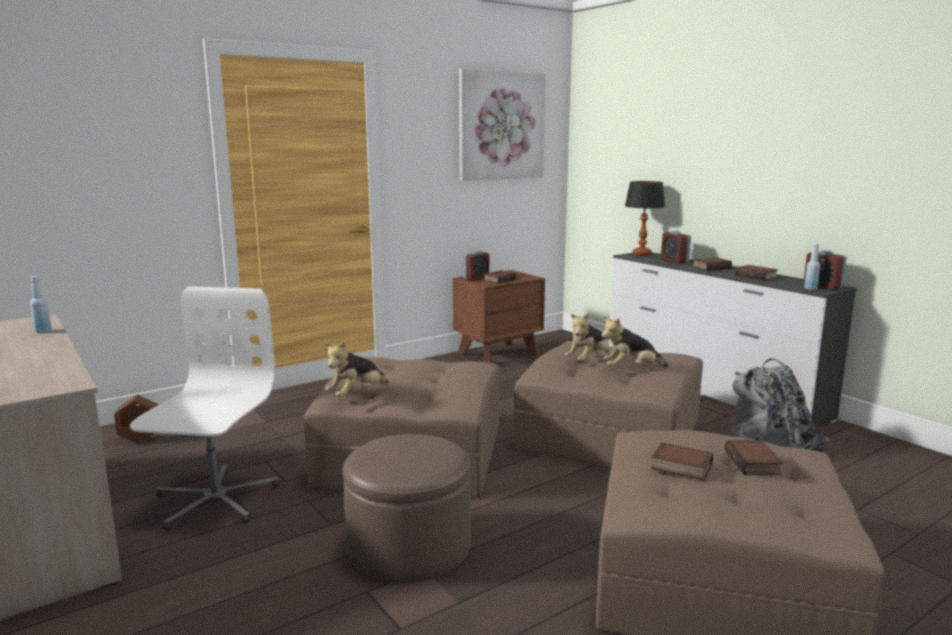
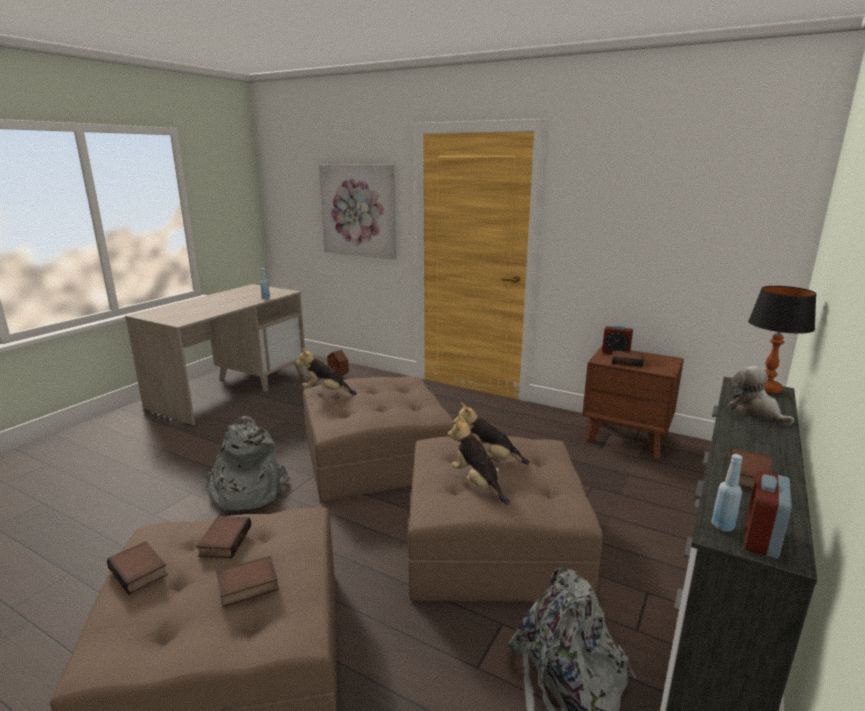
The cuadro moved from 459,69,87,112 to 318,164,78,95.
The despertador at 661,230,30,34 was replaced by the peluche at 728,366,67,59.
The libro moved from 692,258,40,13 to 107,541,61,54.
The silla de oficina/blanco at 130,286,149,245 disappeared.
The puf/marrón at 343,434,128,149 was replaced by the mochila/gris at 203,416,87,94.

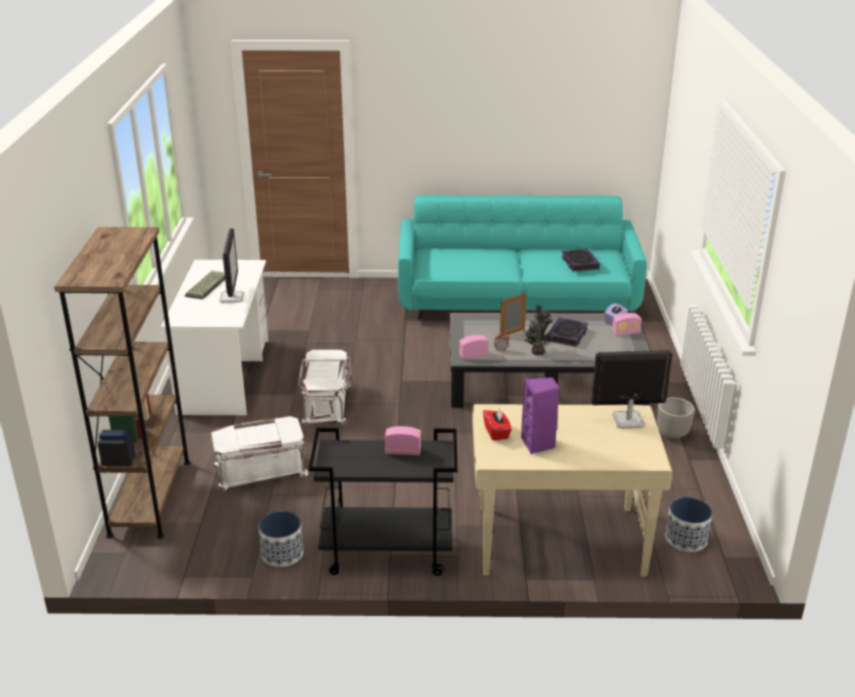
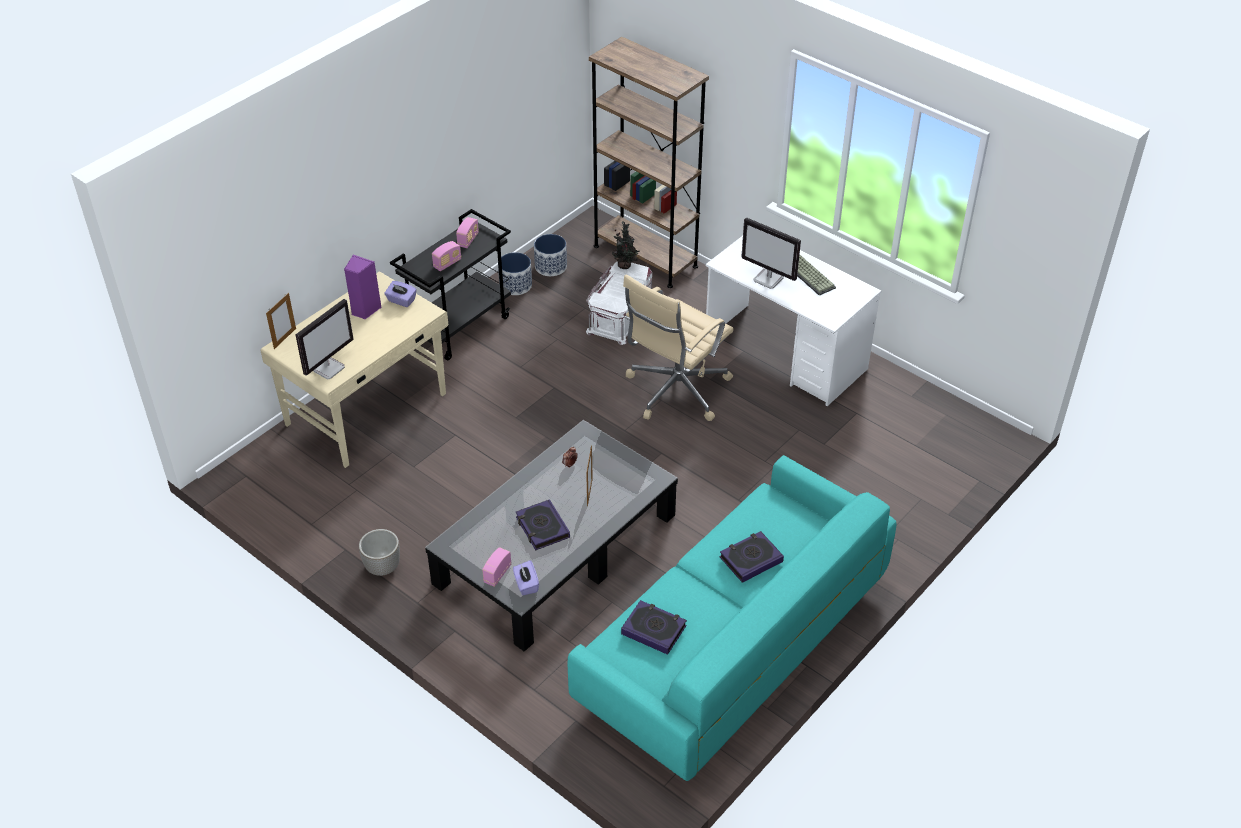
The planta en maceta moved from 524,304,29,51 to 612,221,27,48.
The radio moved from 459,335,30,25 to 456,217,23,31.
The caja de almacenaje/blanco at 298,350,54,76 was replaced by the silla de oficina/beis at 623,274,111,147.
The caja de pañuelos/rojo at 483,407,29,34 became the caja de pañuelos/morado at 385,281,32,26.
The maceta moved from 666,497,46,55 to 534,234,33,42.
The portarretratos at 266,293,30,56 appeared.
The libro at 719,531,65,52 appeared.

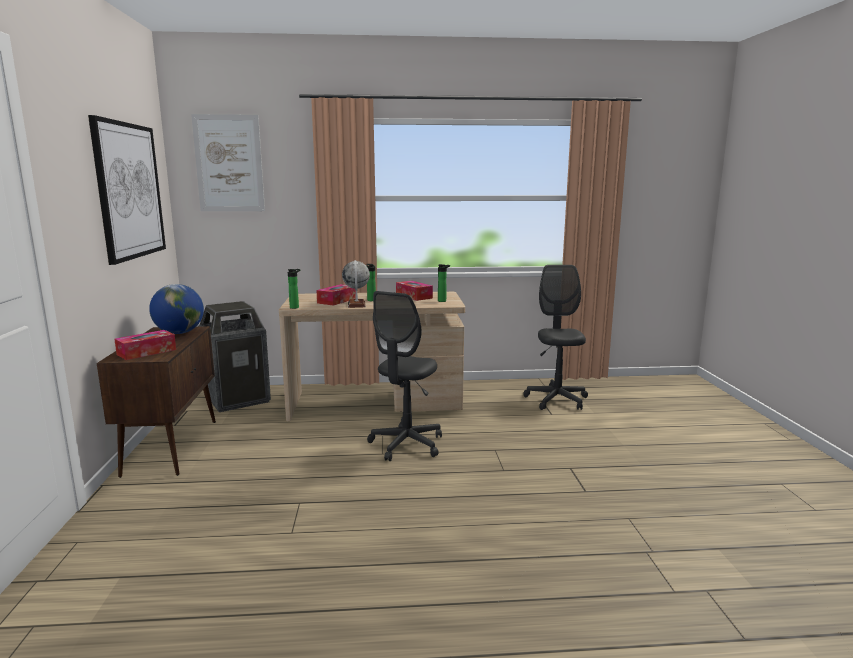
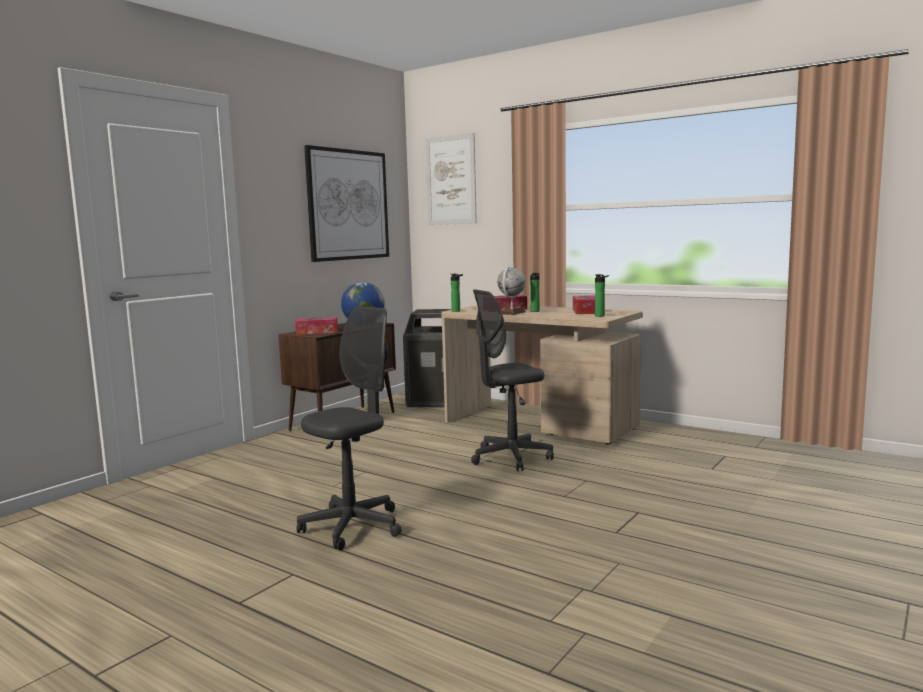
The silla de oficina/gris moved from 523,265,65,145 to 297,306,104,244.

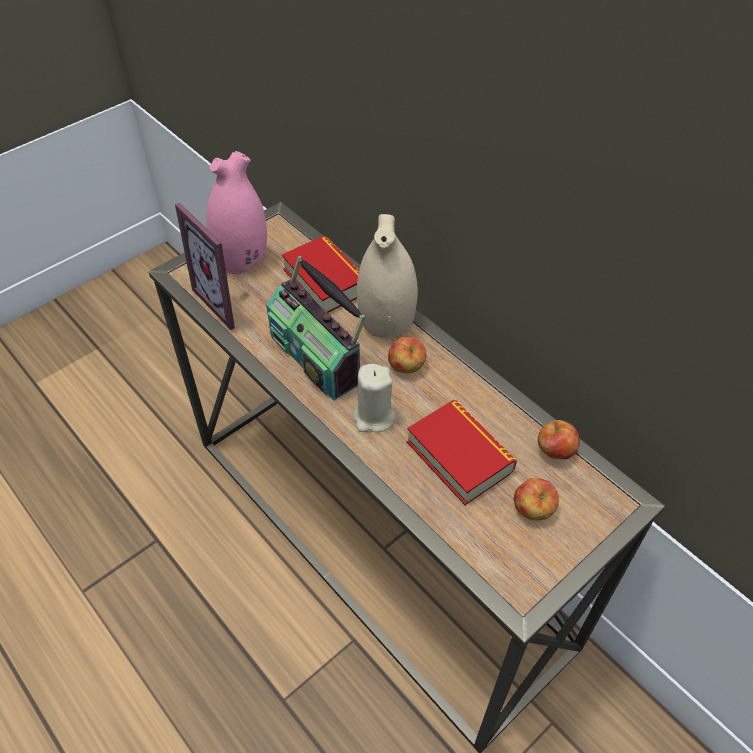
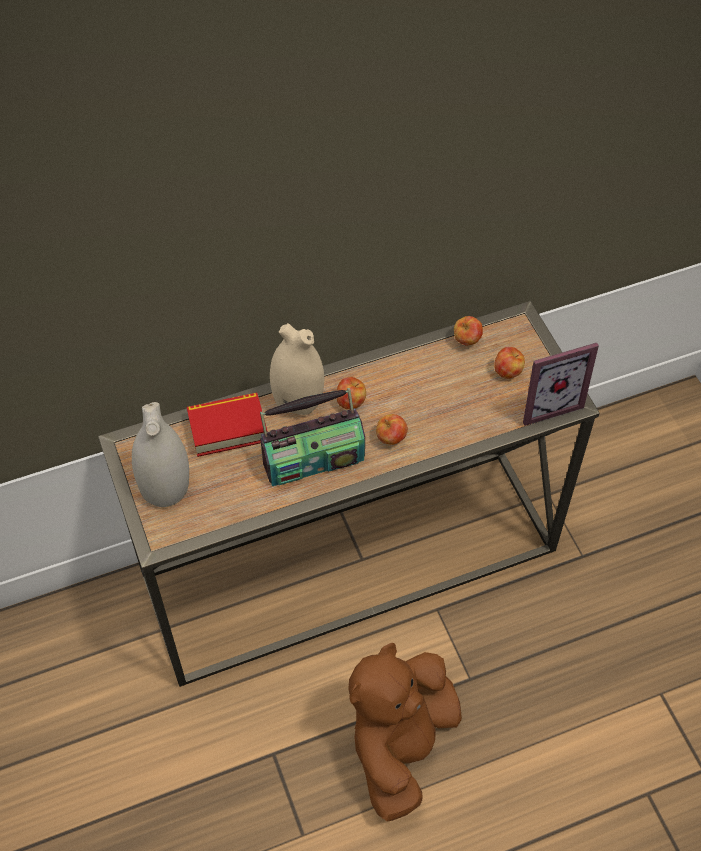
The florero/rosa at 206,151,61,124 became the florero/blanco at 132,402,57,105.
The portarretratos moved from 175,203,72,127 to 523,343,76,83.
The vela/beis at 352,364,45,68 was replaced by the manzana at 376,414,32,31.
The libro at 407,400,110,105 disappeared.
The peluche/marrón at 348,643,114,178 appeared.

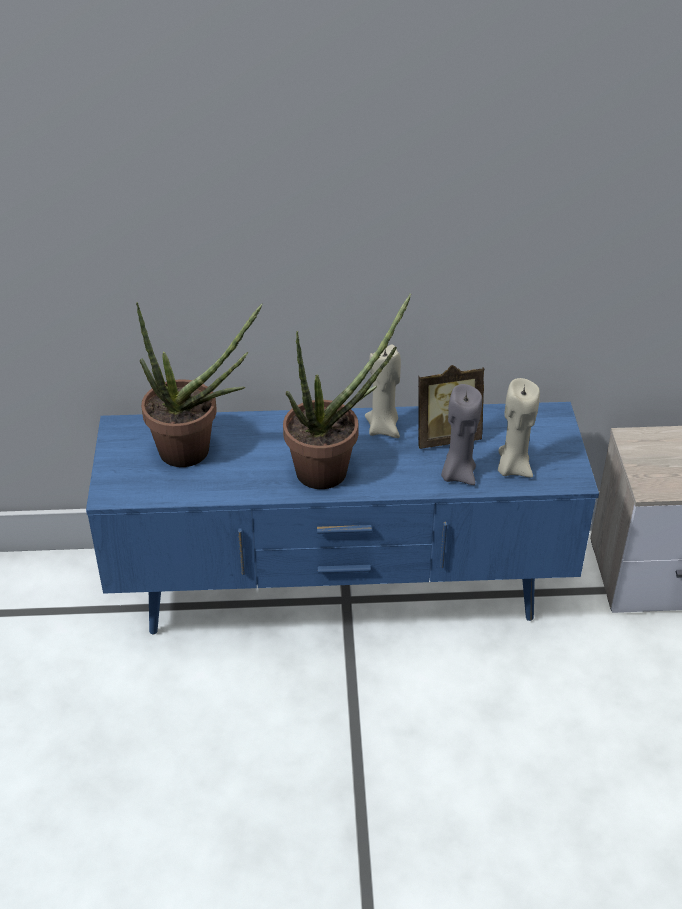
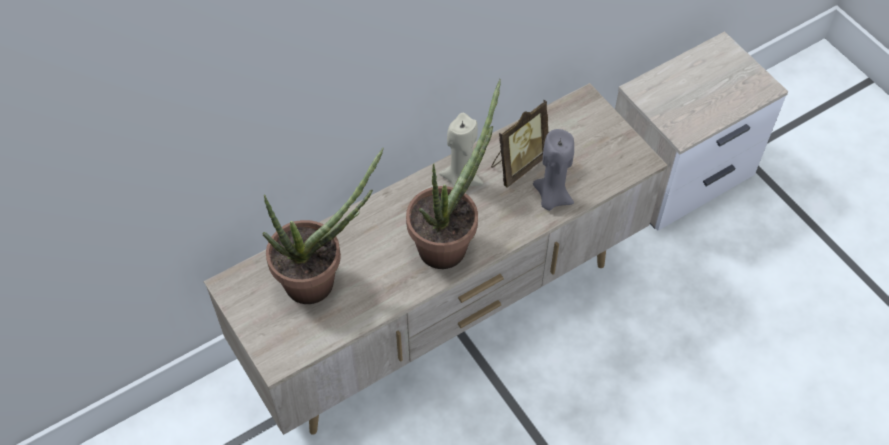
The vela/beis at 498,378,42,100 disappeared.
The mueble de televisión/azul at 86,402,513,232 became the mueble de televisión/beis at 203,83,464,352.

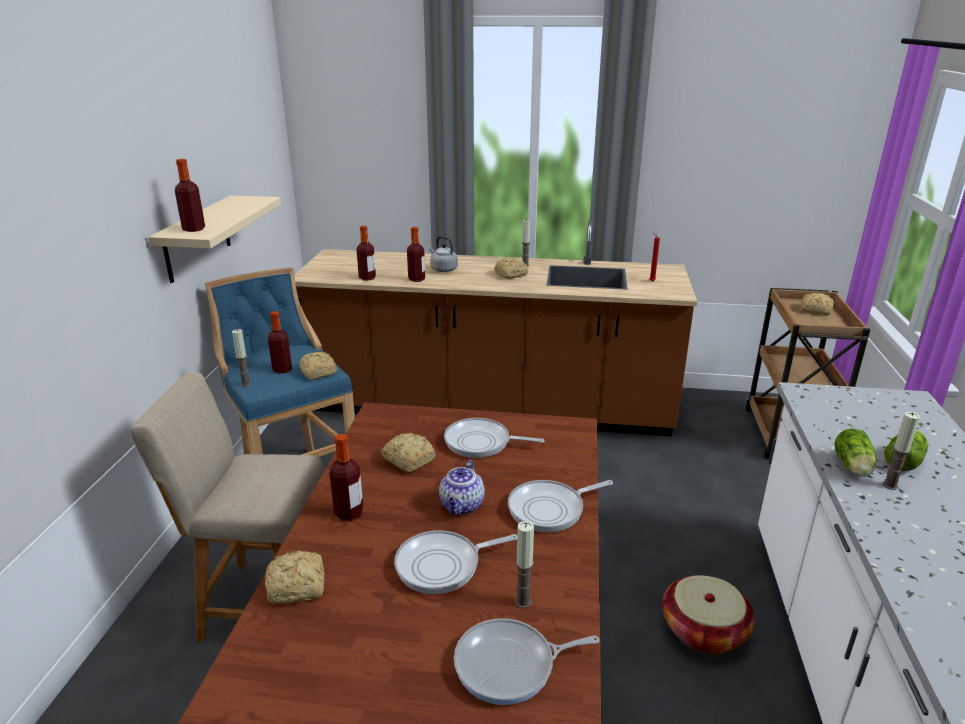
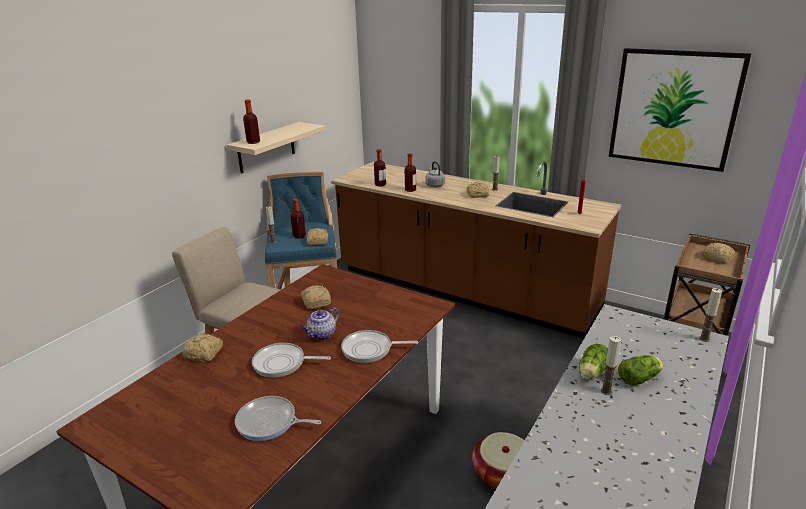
The sartén at 444,418,100,40 disappeared.
The botella at 330,434,33,87 disappeared.
The vela moved from 515,521,19,88 to 699,288,23,54.
The cuadro at 609,48,143,124 appeared.

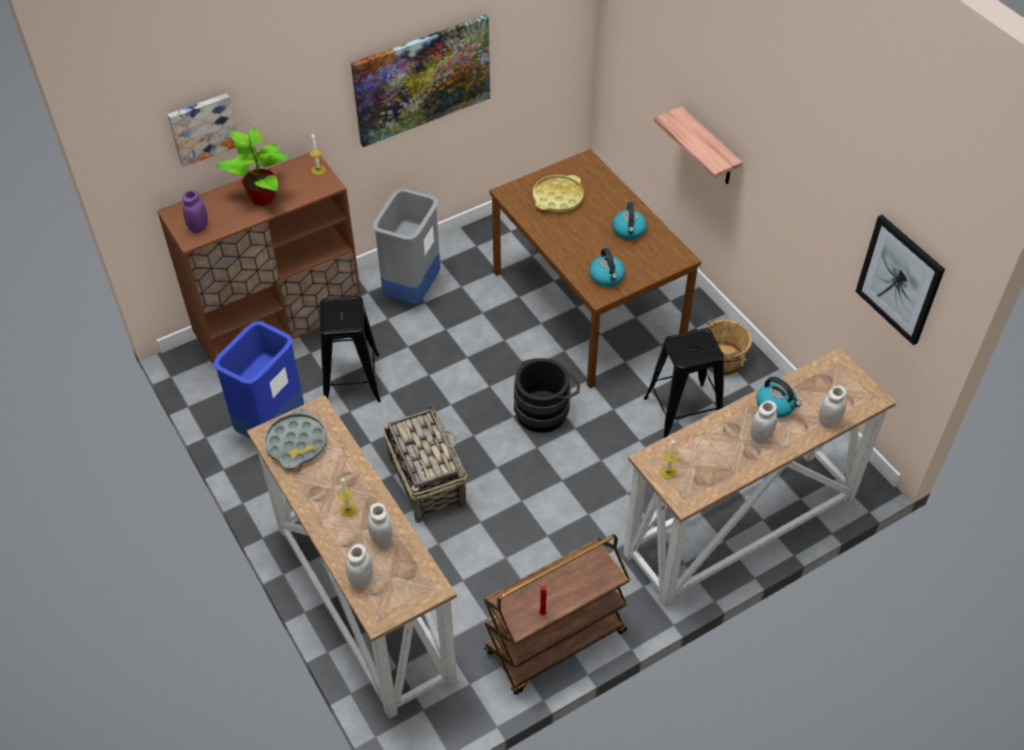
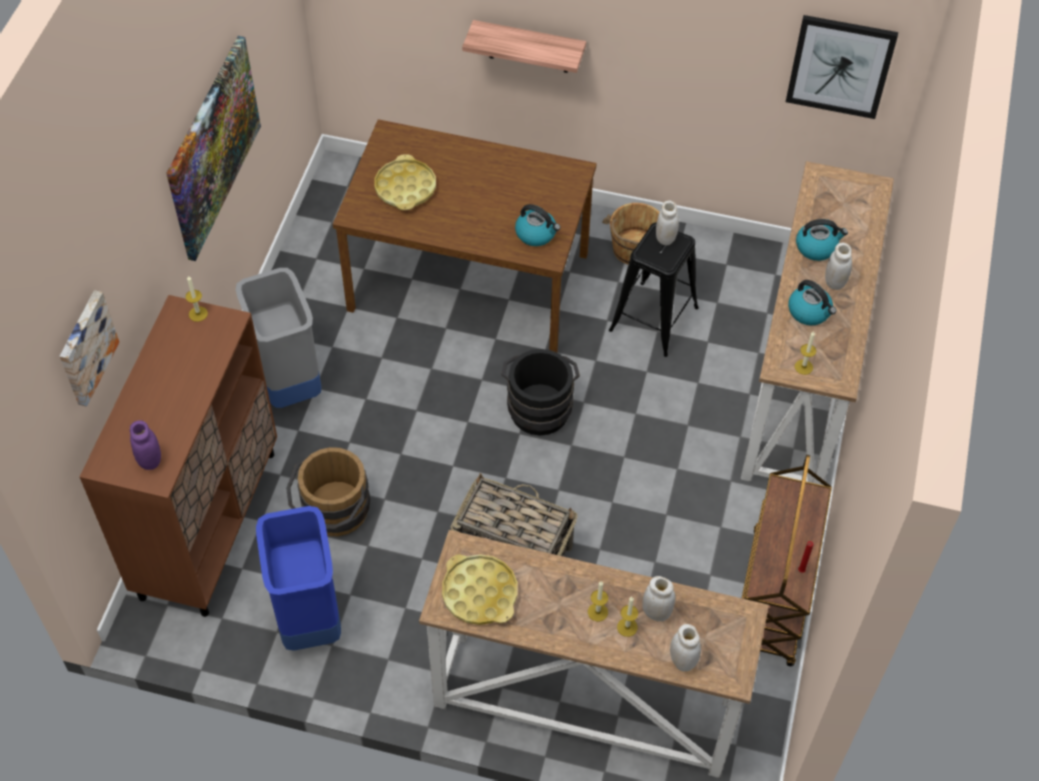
The planta en maceta at 215,127,75,79 disappeared.
The hervidor moved from 612,202,35,38 to 788,280,48,45.
The taburete/negro at 320,296,61,106 was replaced by the cubo/marrón at 286,447,84,89.
The tarro/blanco moved from 819,386,28,42 to 656,201,23,44.
The bandeja/gris at 264,408,63,61 became the bandeja/amarillo at 442,554,75,71.
The vela at 617,597,21,40 appeared.

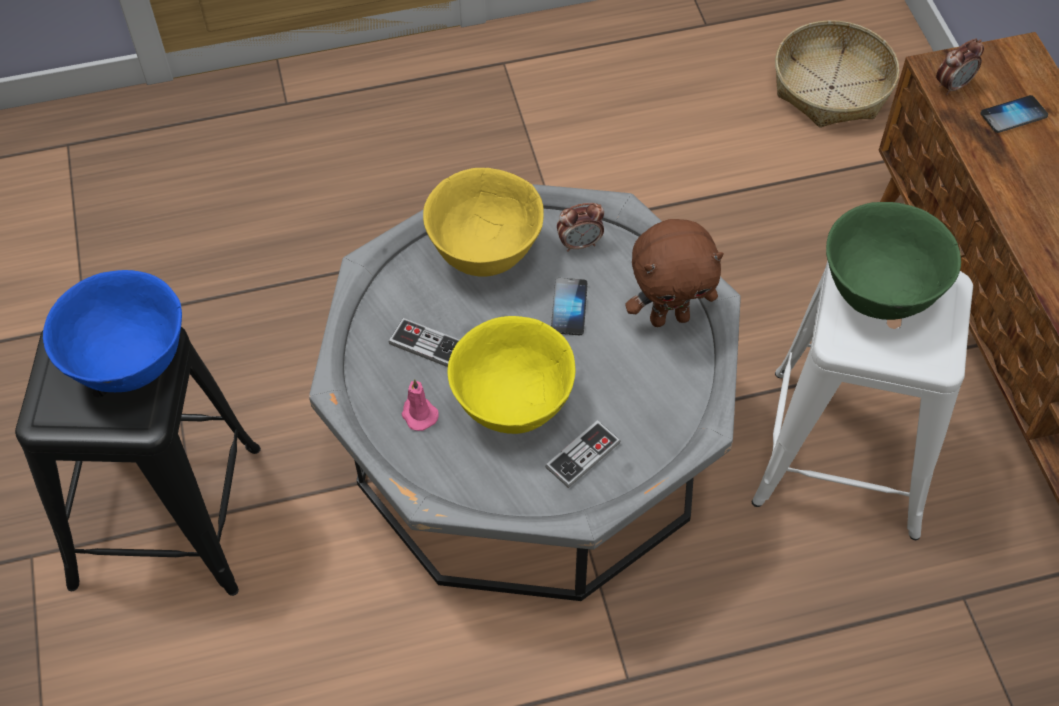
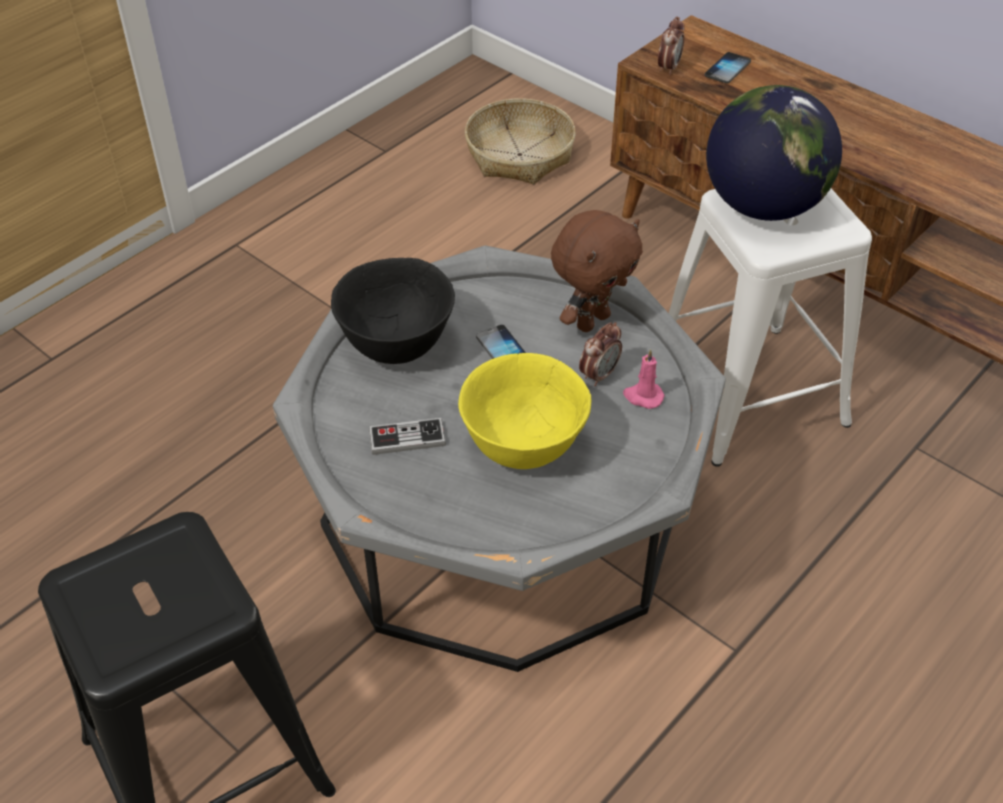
The cuenco/amarillo at 423,168,121,109 became the cuenco/negro at 331,258,124,106.
The cuenco/verde at 826,202,135,118 was replaced by the globo terráqueo at 706,85,136,136.
The despertador moved from 557,203,47,49 to 579,322,43,64.
The cuenco/azul at 43,270,139,122 disappeared.
The vela/rosa moved from 401,379,38,52 to 623,349,42,60.
The mando de consola at 545,420,76,68 disappeared.

